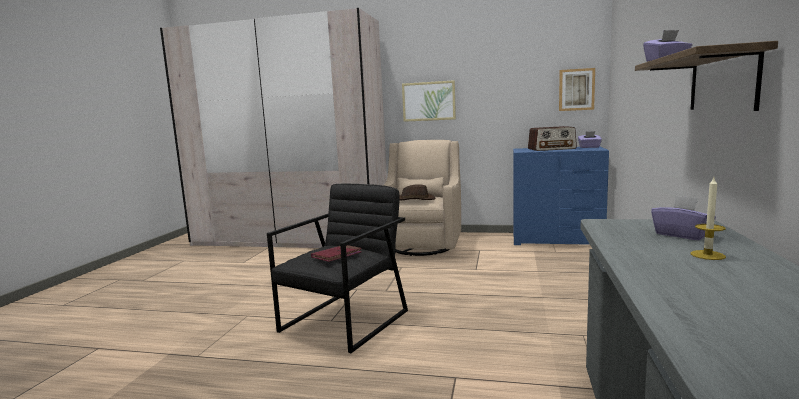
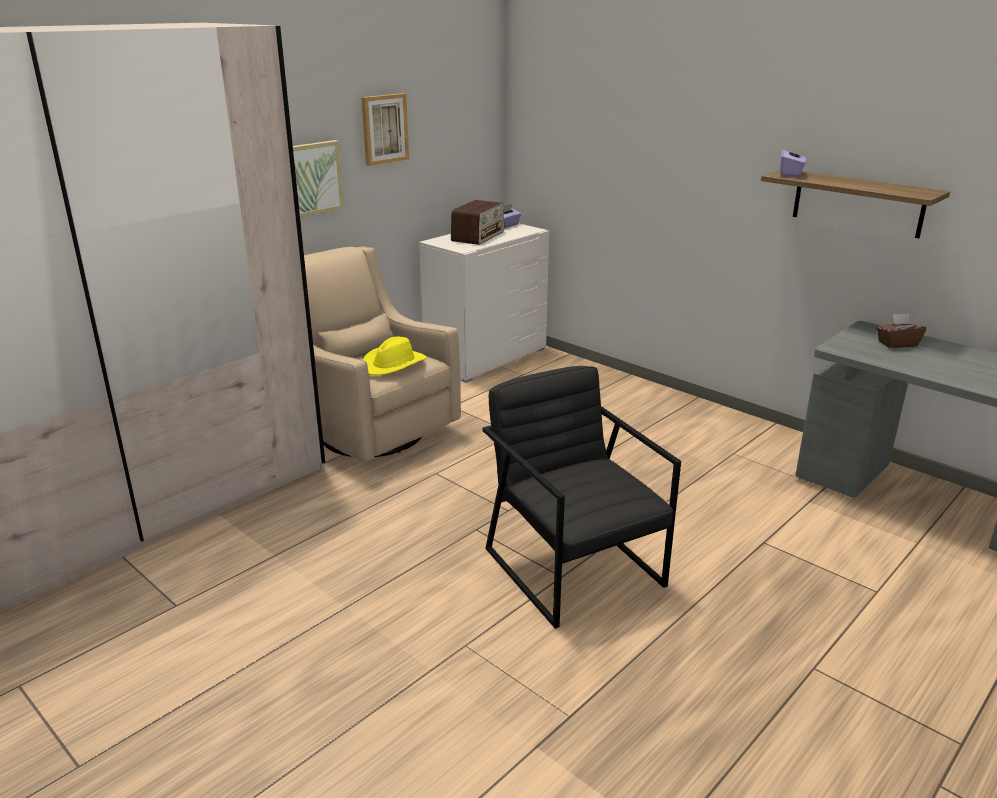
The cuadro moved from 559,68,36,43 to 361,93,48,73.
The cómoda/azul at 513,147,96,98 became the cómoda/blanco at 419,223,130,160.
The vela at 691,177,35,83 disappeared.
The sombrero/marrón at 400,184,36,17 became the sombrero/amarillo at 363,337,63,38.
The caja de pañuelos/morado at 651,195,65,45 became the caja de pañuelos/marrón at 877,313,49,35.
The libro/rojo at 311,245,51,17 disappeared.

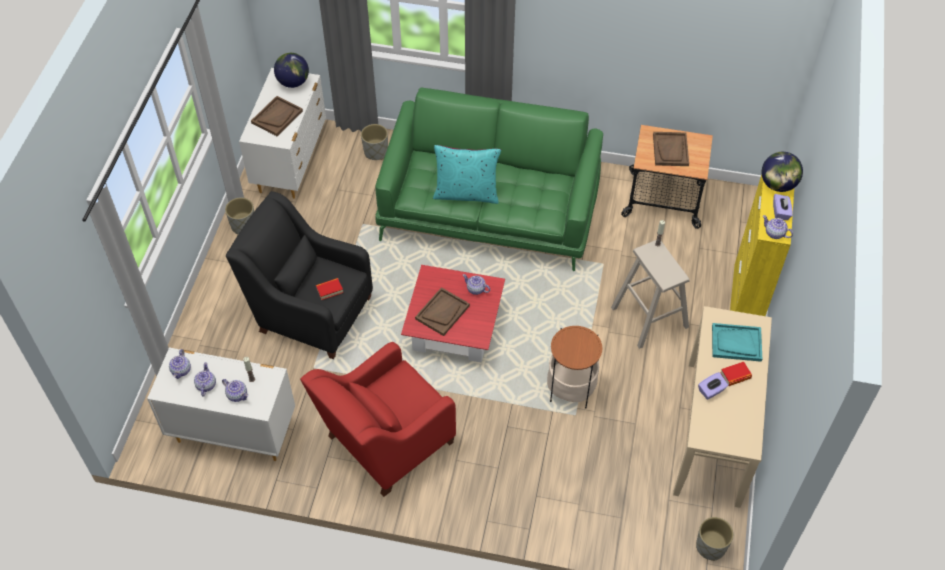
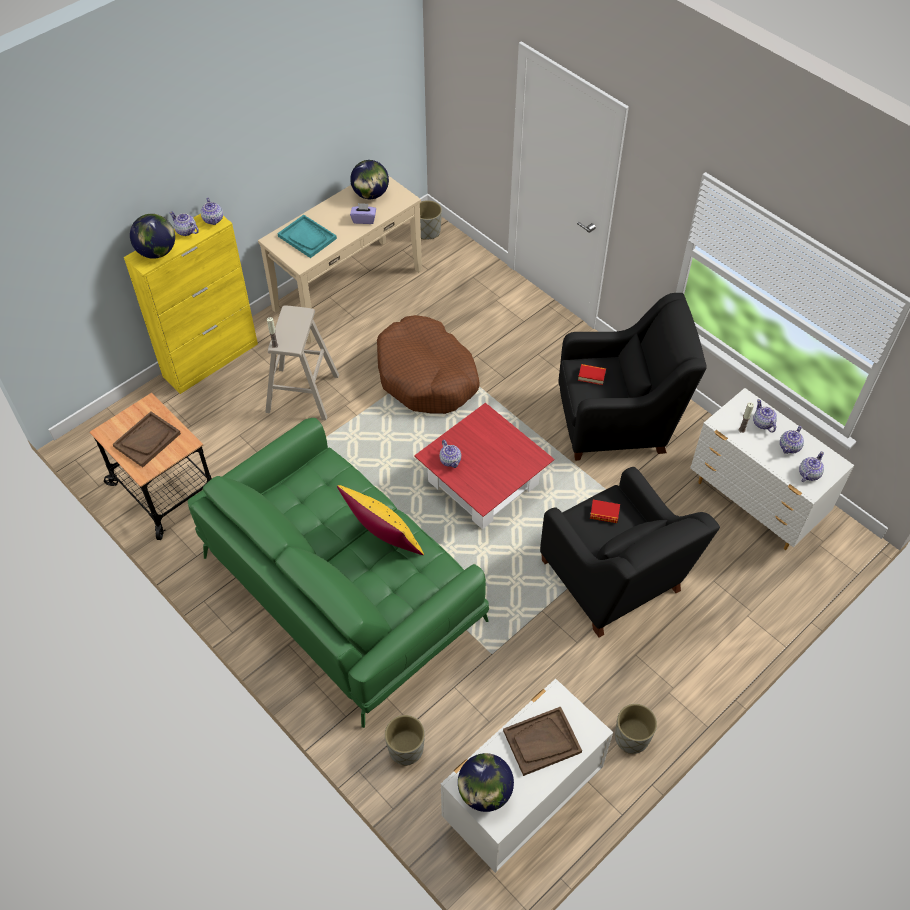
The cojín/turquesa at 433,145,68,59 became the cojín/amarillo at 337,485,87,70.
The caja de pañuelos/morado at 773,194,20,26 was replaced by the tetera at 169,212,30,24.
The bandeja/marrón at 415,287,55,49 disappeared.
The mesa auxiliar at 547,326,55,82 was replaced by the cama para perro/marrón at 377,315,103,99.
The sillón/rojo at 300,342,156,155 became the sillón/negro at 558,293,149,168.
The libro moved from 720,362,32,24 to 578,364,28,21.
The globo terráqueo at 350,160,39,39 appeared.

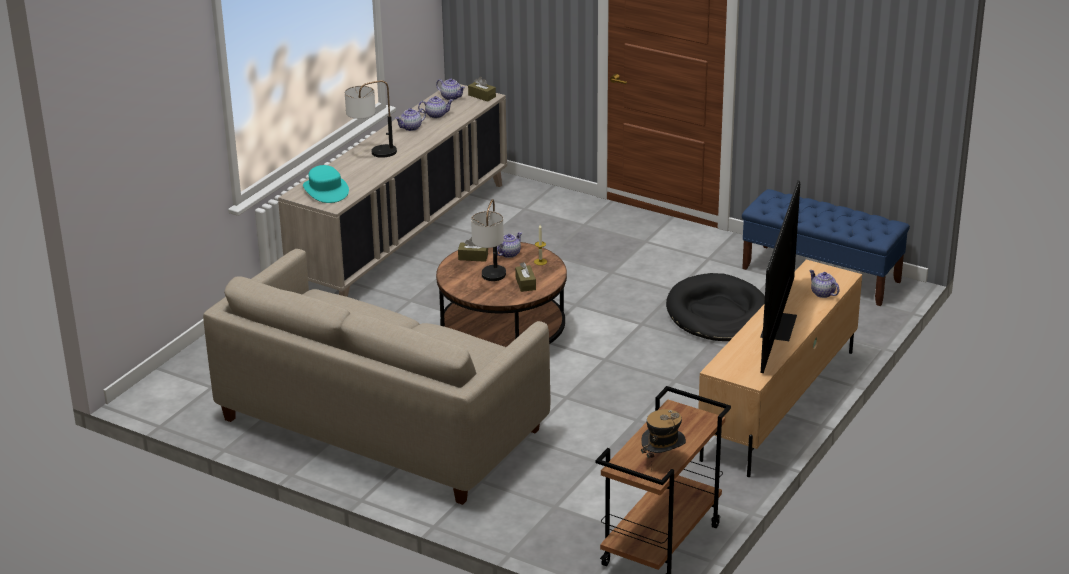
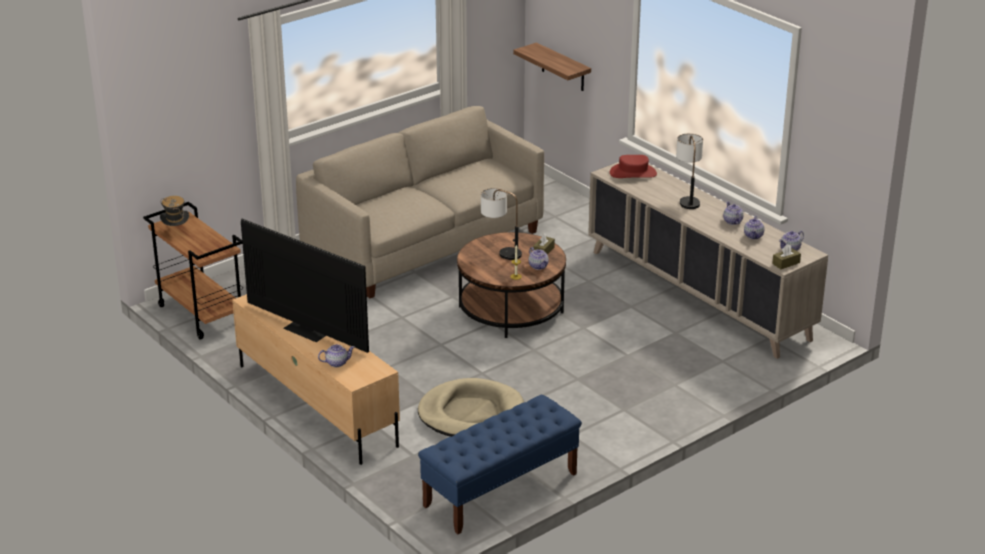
The sombrero/turquesa at 303,165,46,38 became the sombrero/rojo at 610,155,47,23.
The caja de pañuelos/marrón at 515,262,21,30 disappeared.
The cama para perro/negro at 666,273,99,68 became the cama para perro/beis at 418,378,106,59.
The estante at 513,43,78,48 appeared.

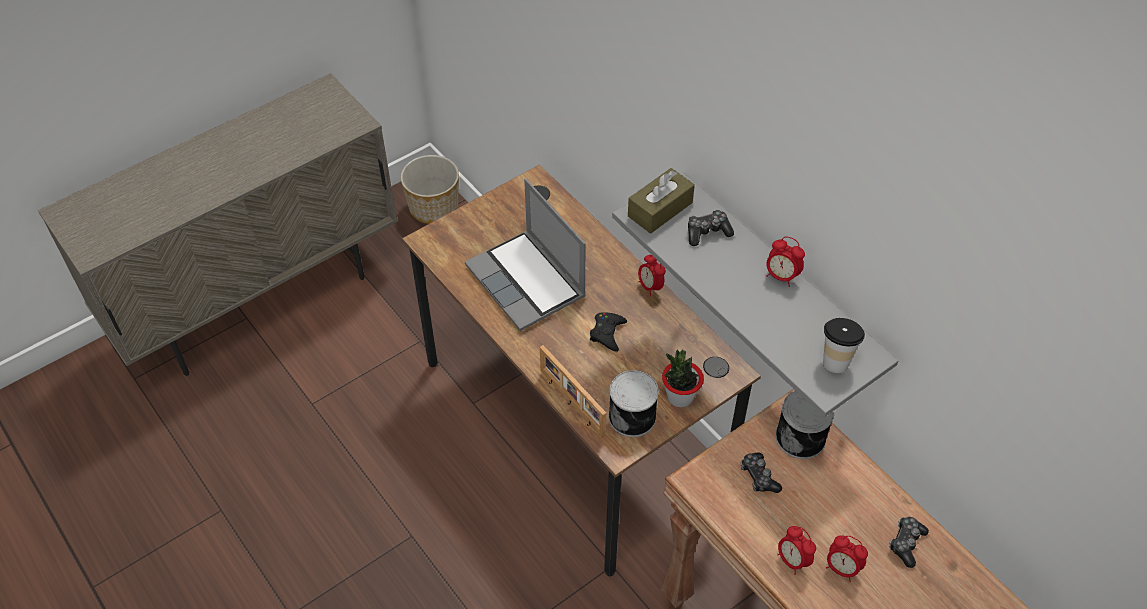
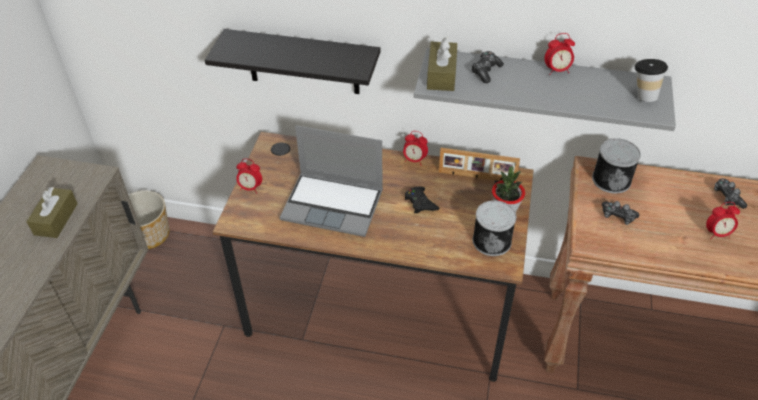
The portarretratos moved from 540,345,66,93 to 439,148,81,33.
The despertador moved from 777,526,39,49 to 236,159,26,35.
The estante/negro at 205,29,175,65 appeared.
The caja de pañuelos/marrón at 26,187,52,51 appeared.

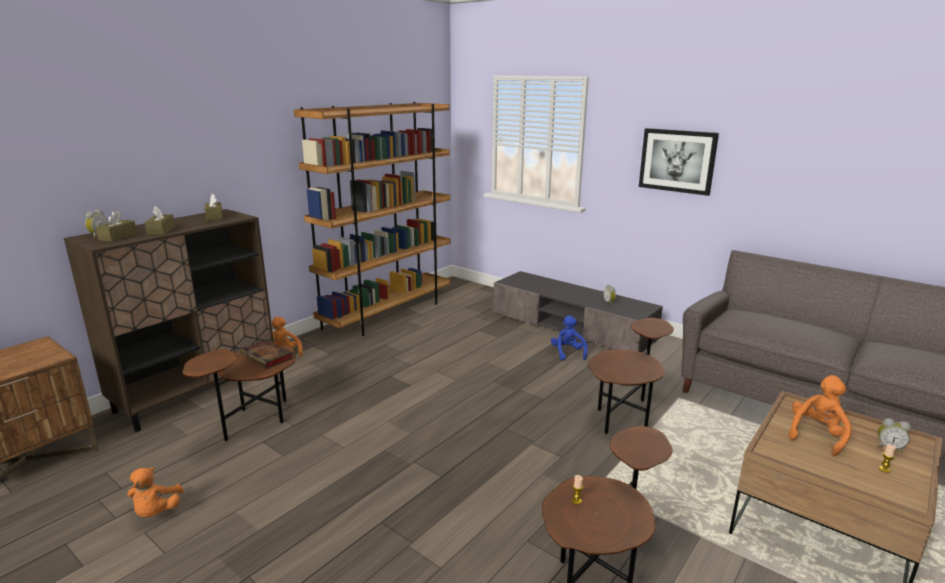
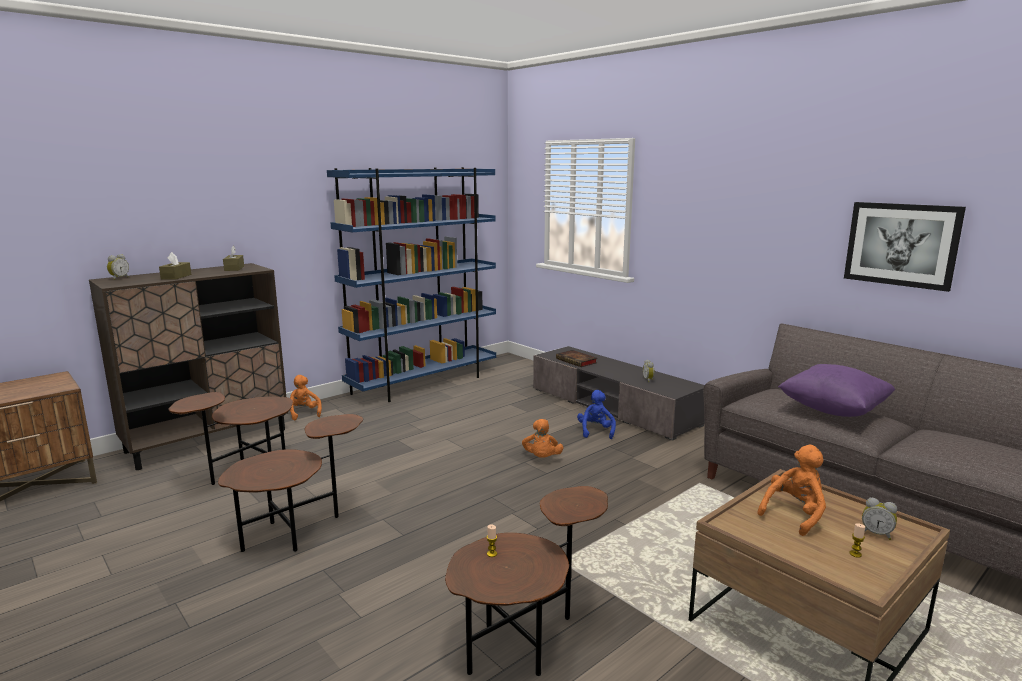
The estantería/marrón at 294,102,157,234 became the estantería/azul at 327,167,169,235.
The cuadro moved from 639,128,80,68 to 844,202,122,90.
The caja de pañuelos/marrón at 95,210,42,32 disappeared.
The mesa auxiliar/marrón moved from 588,318,86,116 to 218,414,145,138.
The libro moved from 240,340,53,29 to 556,350,42,17.
The peluche/naranja moved from 127,467,57,50 to 522,419,41,39.
The cojín/morado at 778,364,117,53 appeared.

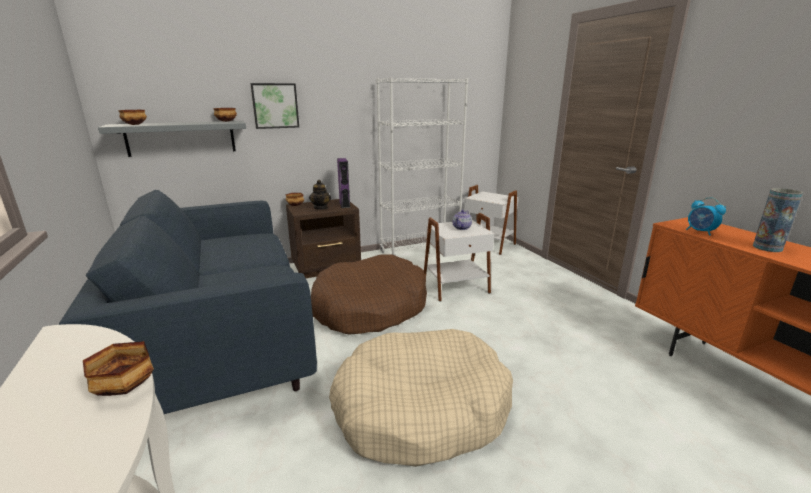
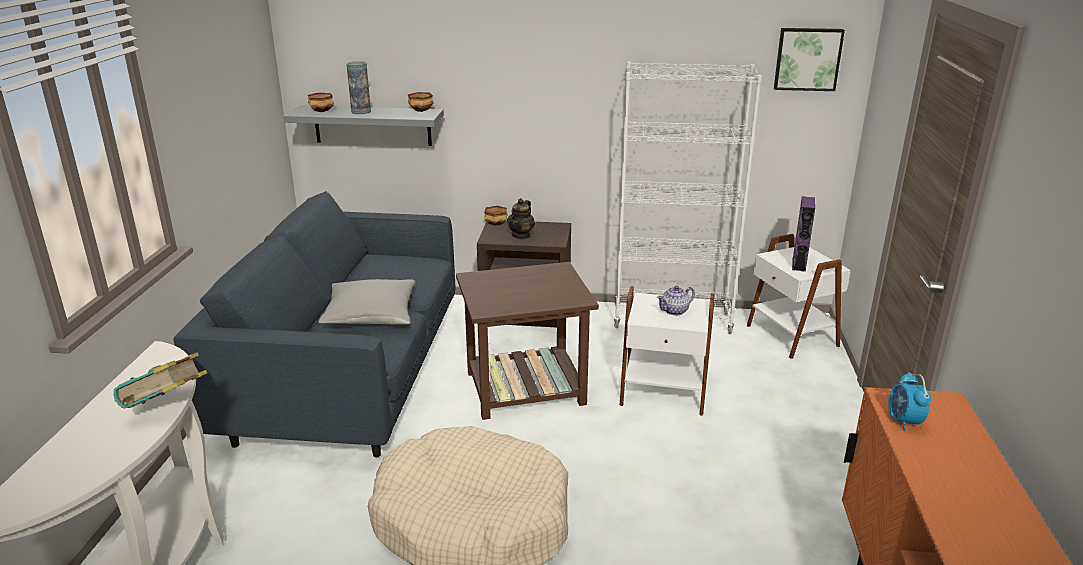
The cuadro moved from 250,83,49,46 to 774,28,71,63.
The altavoz/morado moved from 337,158,13,50 to 792,196,23,76.
The florero moved from 753,188,50,64 to 347,61,24,53.
The cama para perro/marrón at 311,254,116,81 was replaced by the mesa auxiliar/marrón at 456,262,143,158.
The cuenco at 83,341,71,55 was replaced by the libro at 114,353,93,56.
The cojín/gris at 318,279,97,46 appeared.

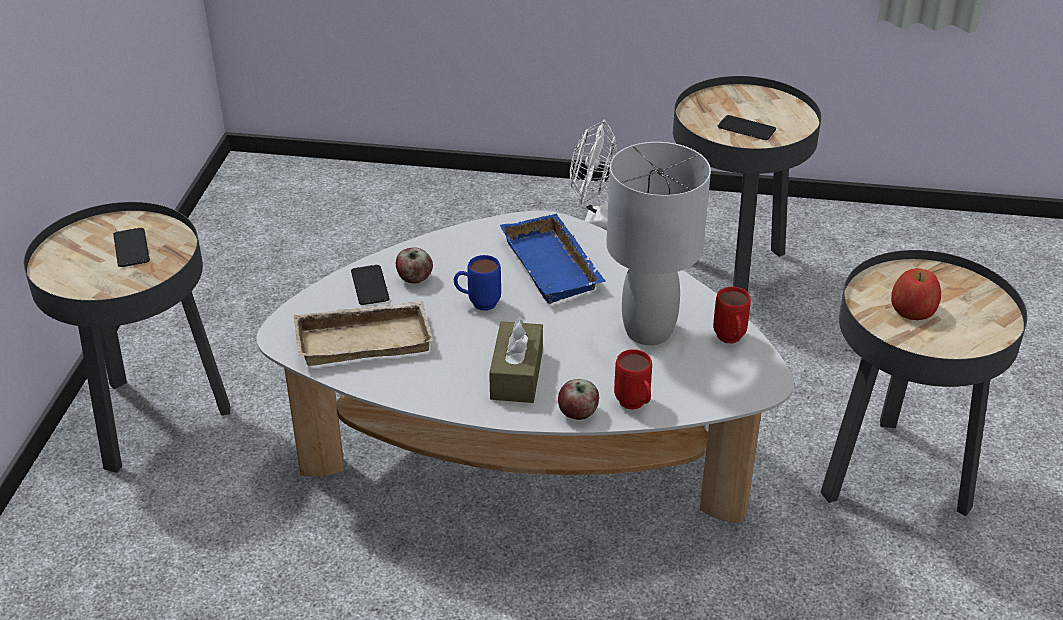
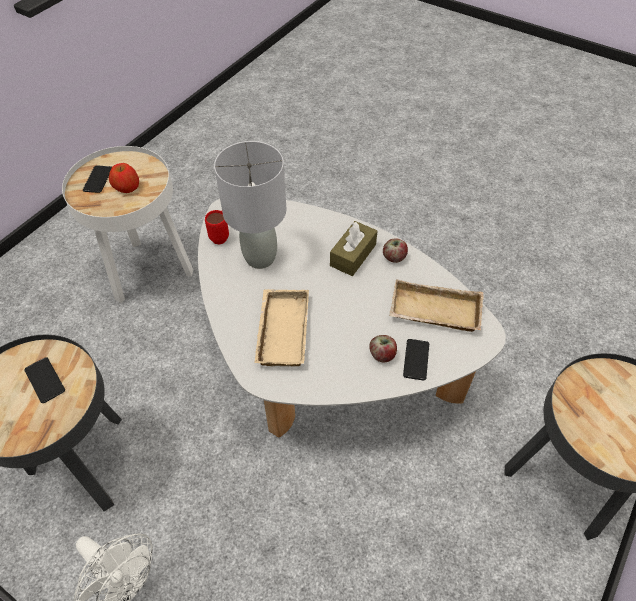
The bandeja/azul at 500,213,106,91 became the bandeja/beis at 255,289,54,77.
The móvil moved from 113,228,37,39 to 83,165,29,28.
The mesa auxiliar/negro at 821,250,206,266 became the mesa auxiliar/blanco at 62,146,131,157.
The taza grande/azul at 454,255,47,56 disappeared.
The taza grande/rojo at 614,349,38,61 disappeared.
The manzana moved from 558,379,41,41 to 383,238,25,25.

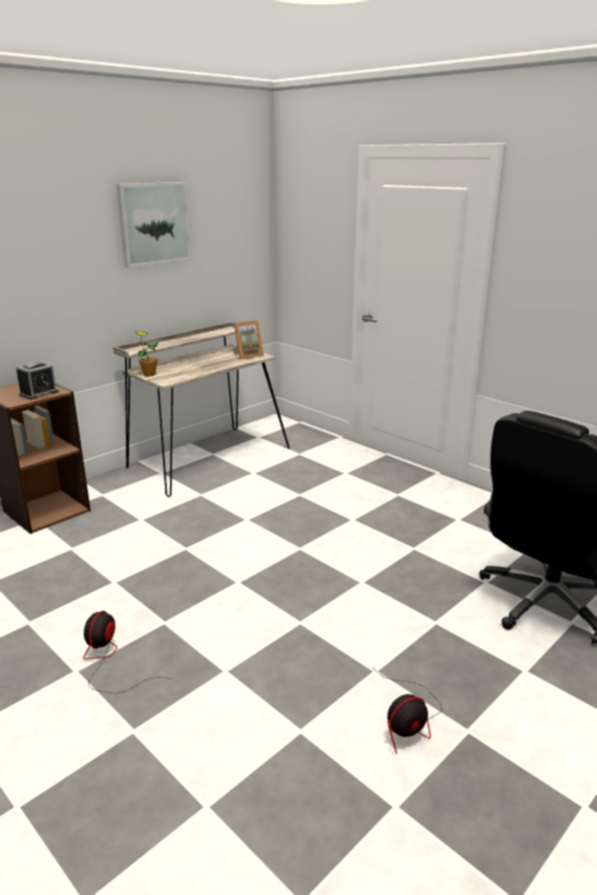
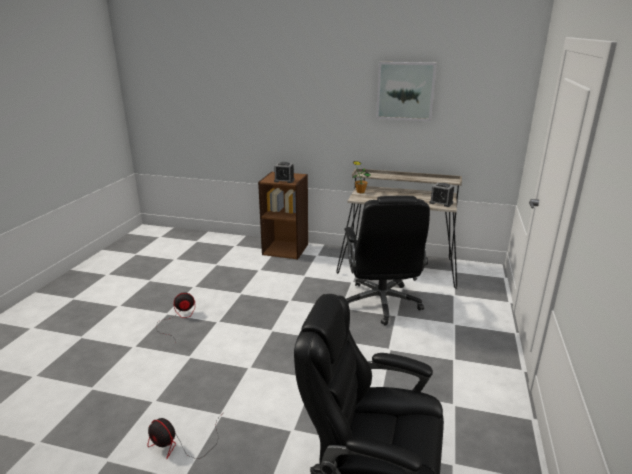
The portarretratos at 233,320,31,40 was replaced by the despertador at 429,183,25,24.
The silla de oficina/negro at 344,196,86,130 appeared.

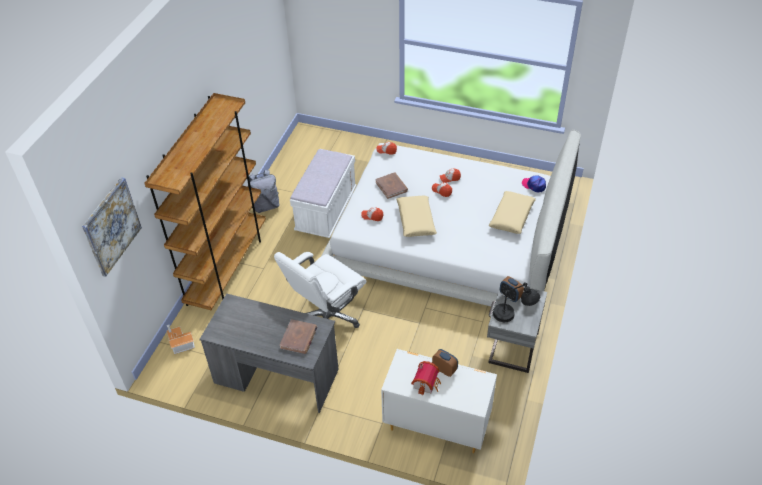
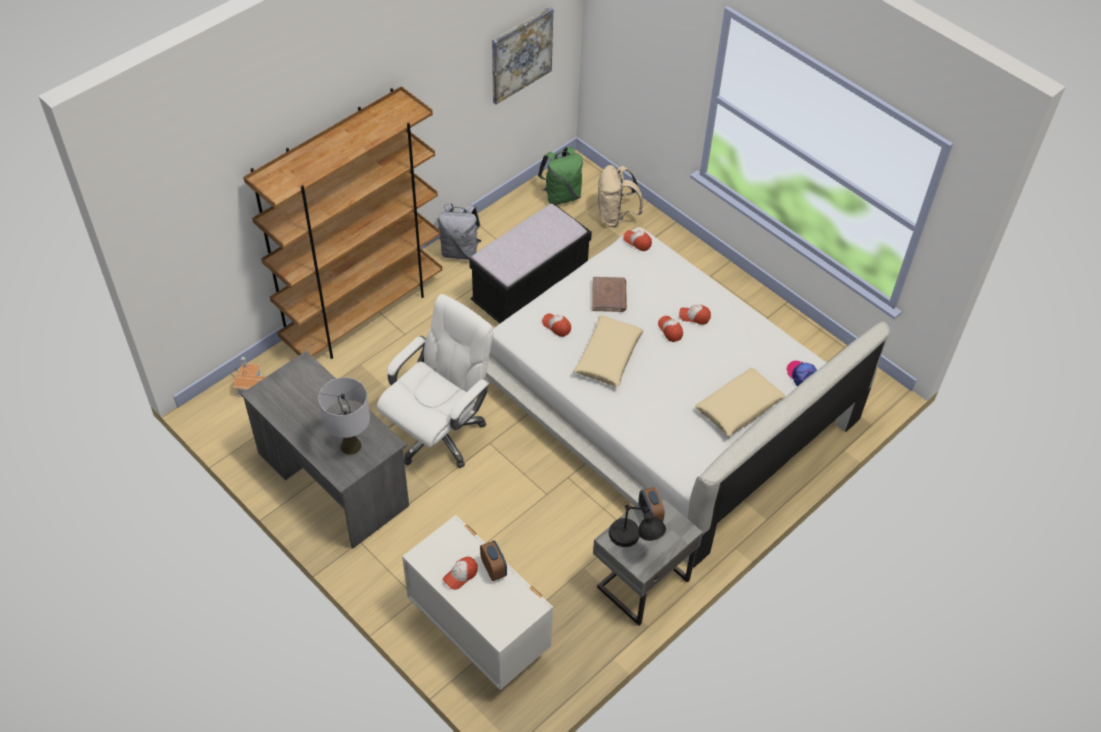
The banco/blanco at 290,149,67,89 became the banco/negro at 469,203,123,120.
The cuadro moved from 82,177,60,100 to 492,7,61,98.
The silla de oficina/blanco at 274,252,92,76 turned 150 degrees clockwise.
The libro/marrón at 280,319,37,35 was replaced by the lámpara de mesa/gris at 319,377,51,78.
The casita at 411,361,30,34 was replaced by the gorra at 443,556,35,34.
The mochila/verde at 538,147,45,58 appeared.
The mochila/beis at 597,165,46,62 appeared.

